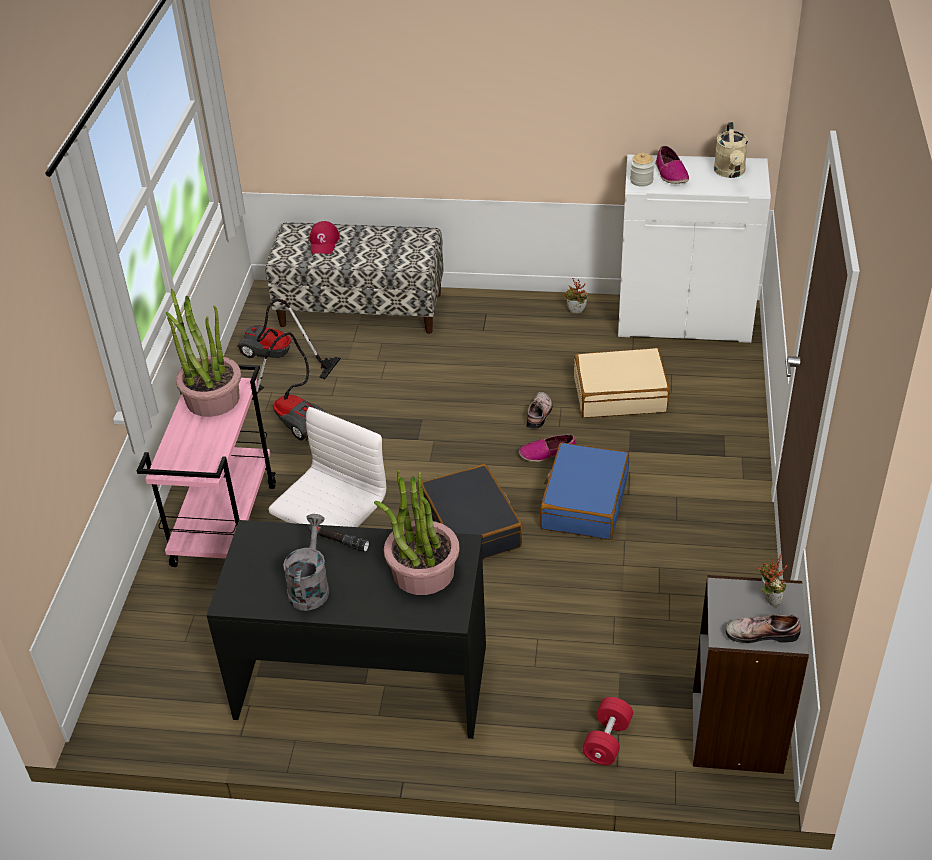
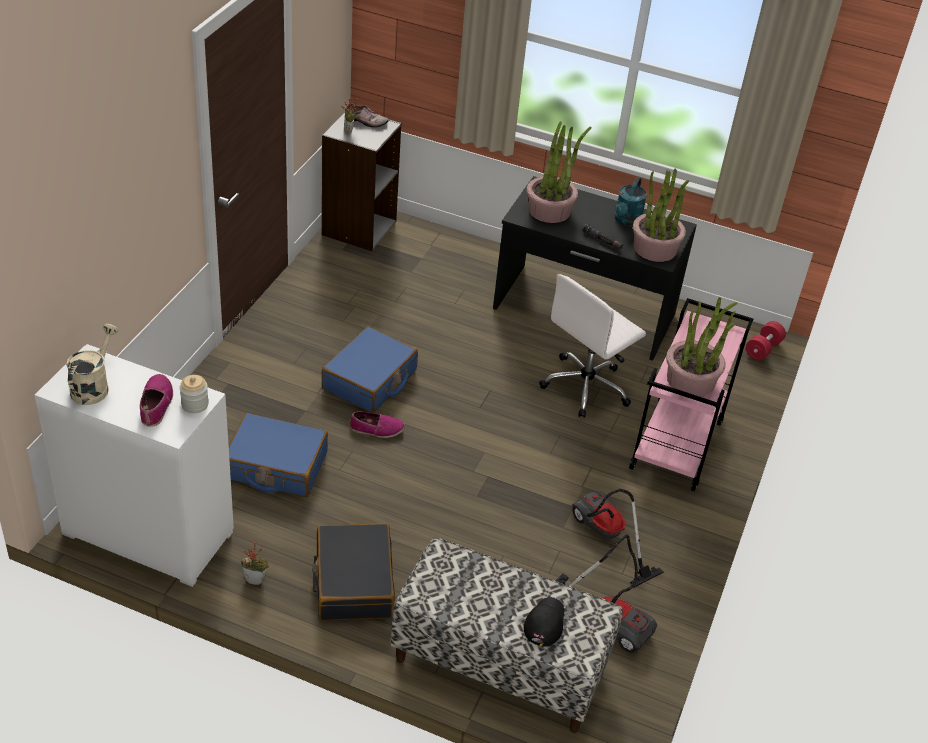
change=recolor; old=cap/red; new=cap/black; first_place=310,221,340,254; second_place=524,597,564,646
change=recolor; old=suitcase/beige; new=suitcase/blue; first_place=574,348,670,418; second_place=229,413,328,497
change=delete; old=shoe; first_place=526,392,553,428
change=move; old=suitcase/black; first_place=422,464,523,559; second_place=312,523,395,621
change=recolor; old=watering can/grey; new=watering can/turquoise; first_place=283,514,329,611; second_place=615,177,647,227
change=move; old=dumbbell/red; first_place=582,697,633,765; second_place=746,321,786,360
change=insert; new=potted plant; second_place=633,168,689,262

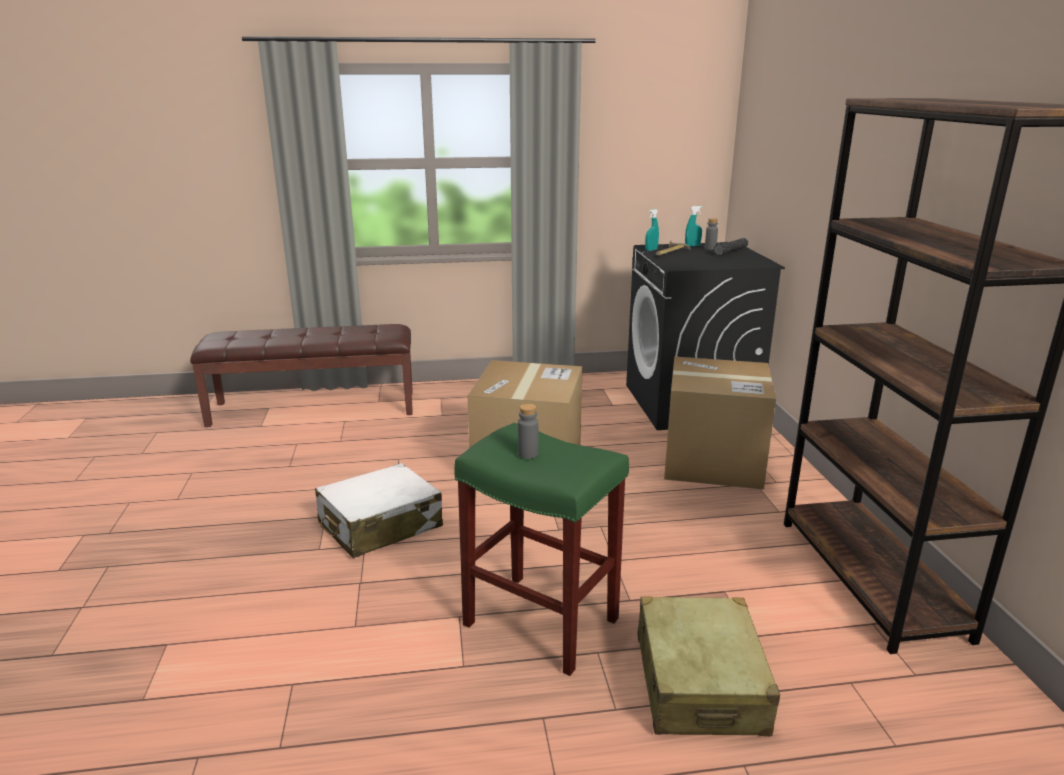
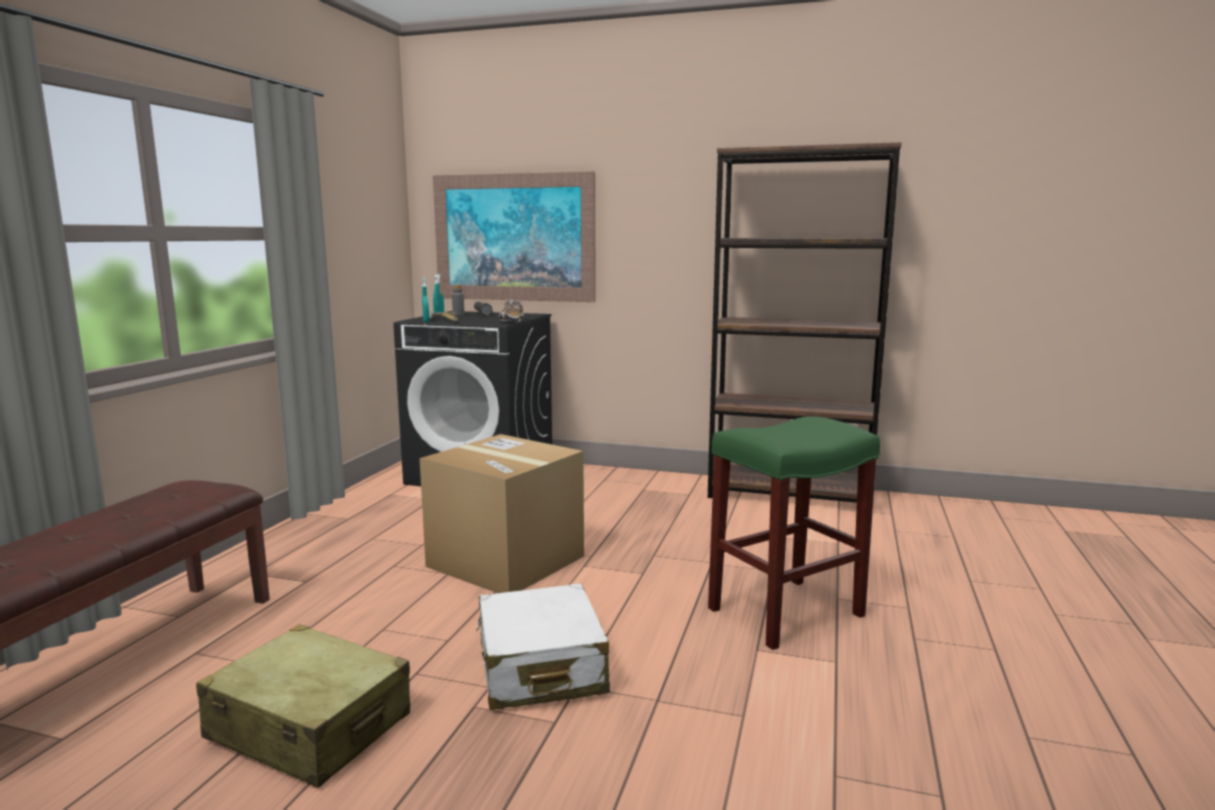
change=delete; old=cardboard box; first_place=664,357,776,489
change=delete; old=bottle/grey; first_place=518,404,538,459
change=move; old=suitcase/beige; first_place=637,596,780,736; second_place=196,624,410,788
change=insert; new=picture; second_place=433,171,596,302
change=insert; new=shoe; second_place=499,299,524,322

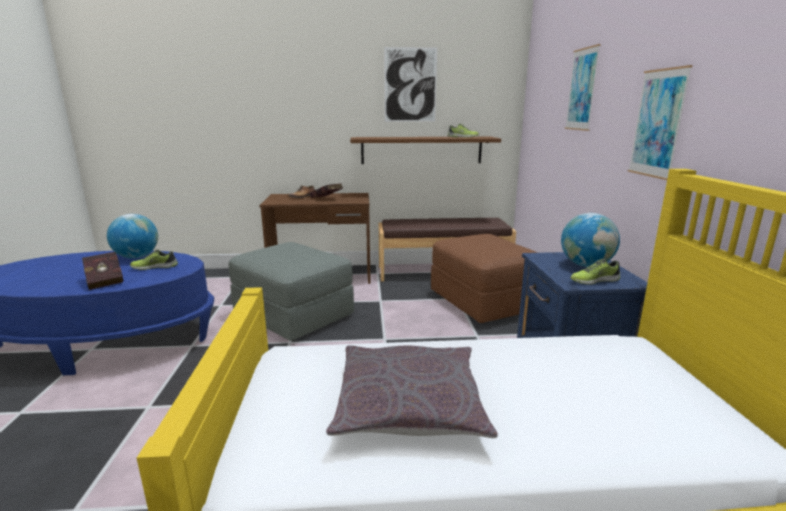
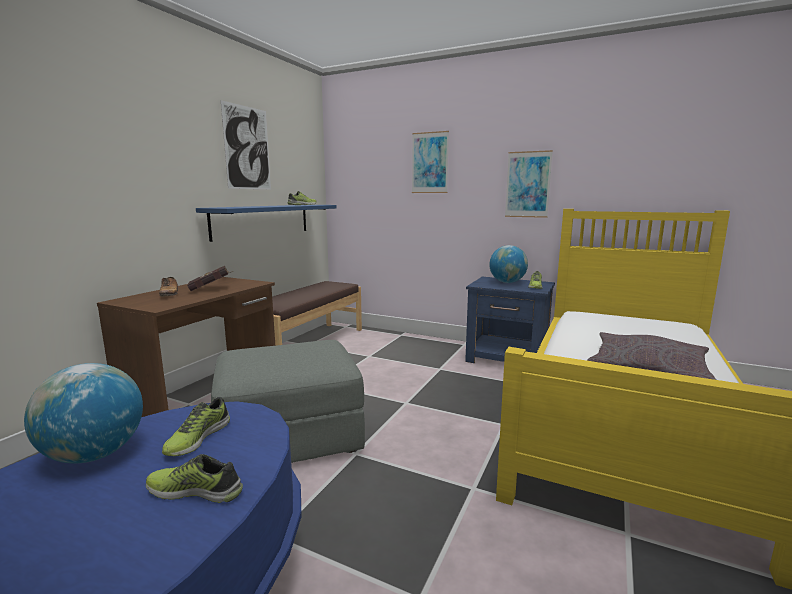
change=recolor; old=shelf/brown; new=shelf/blue; first_place=350,137,501,164; second_place=196,205,337,242
change=delete; old=ottoman/brown; first_place=431,234,538,323
change=replace; old=book/red; new=shoe; first_place=82,252,123,290; second_place=146,454,243,503

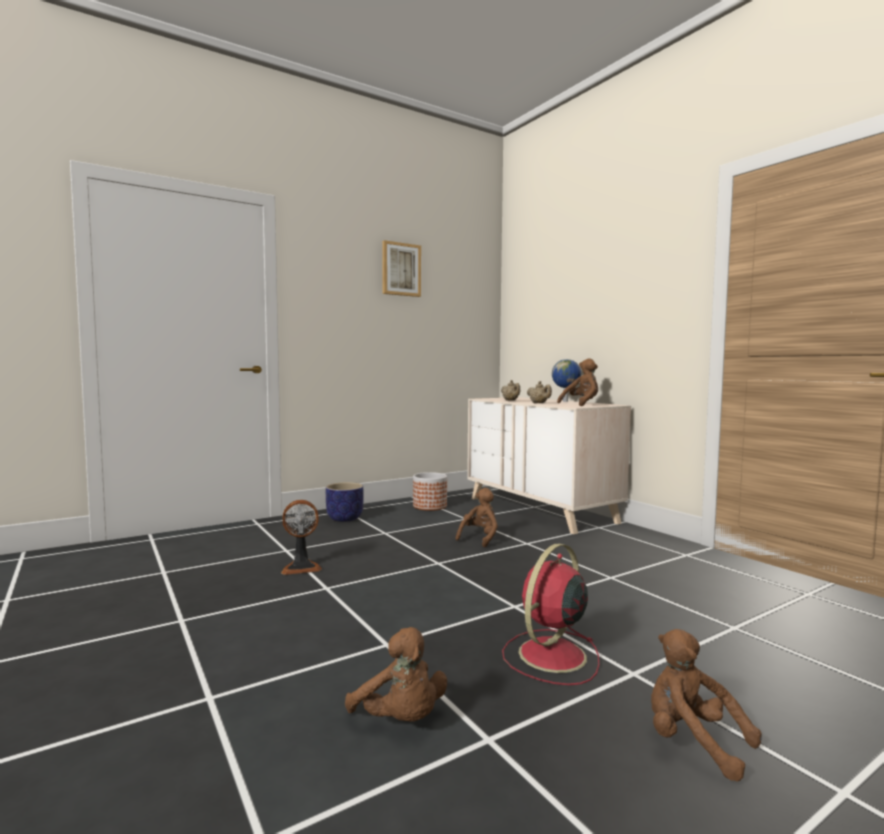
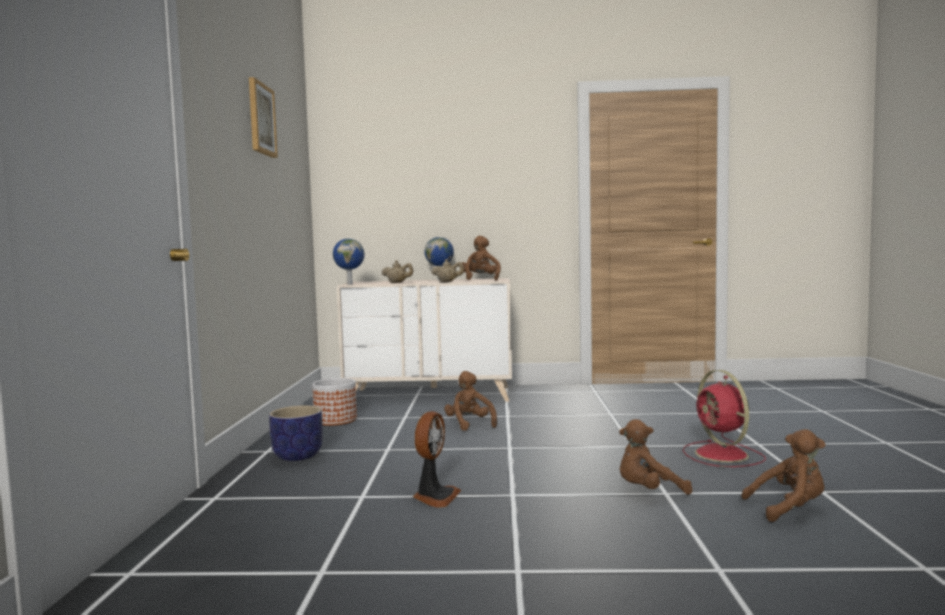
change=move; old=plush toy/brown; first_place=651,629,762,782; second_place=619,419,692,495
change=insert; new=globe; second_place=333,238,365,285

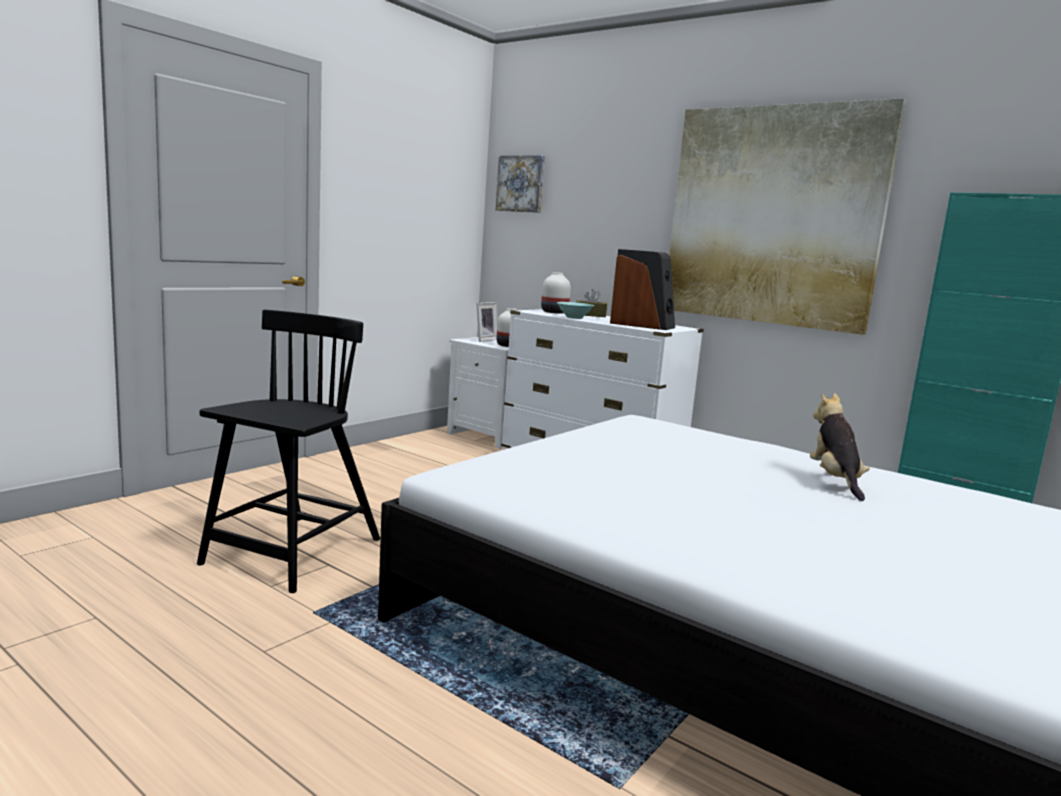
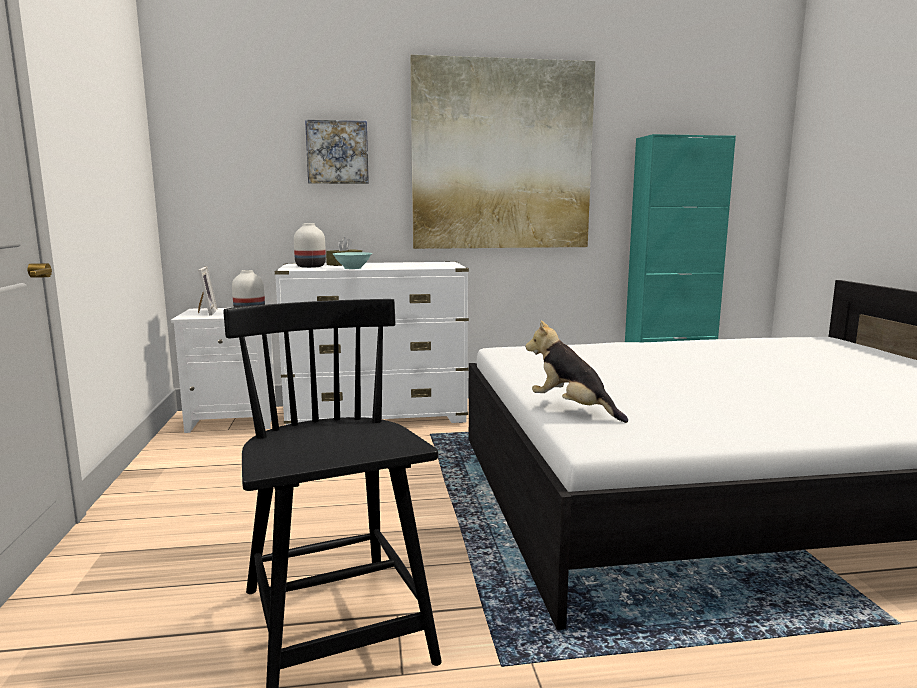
change=move; old=picture; first_place=496,155,545,213; second_place=305,120,369,184
change=delete; old=speaker; first_place=610,249,675,330
change=move; old=plush toy; first_place=810,392,870,501; second_place=525,321,628,423

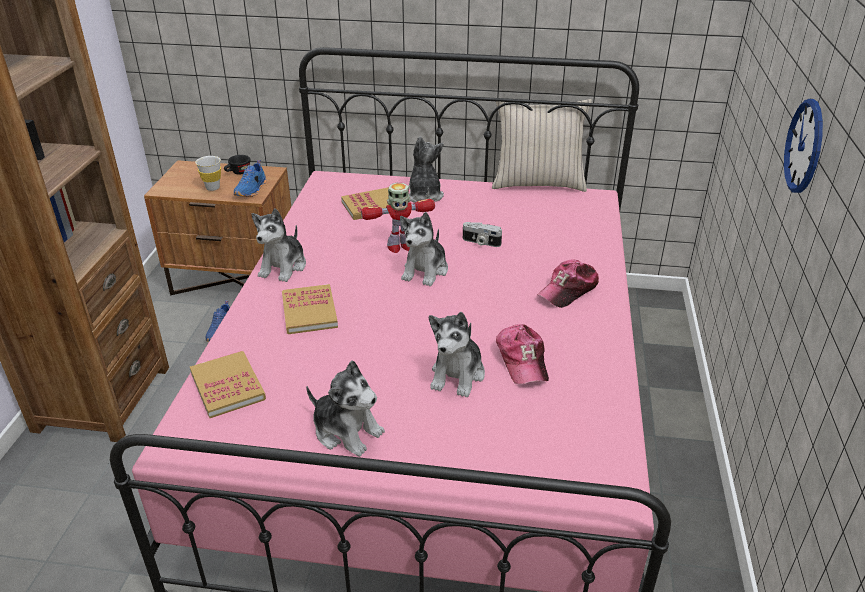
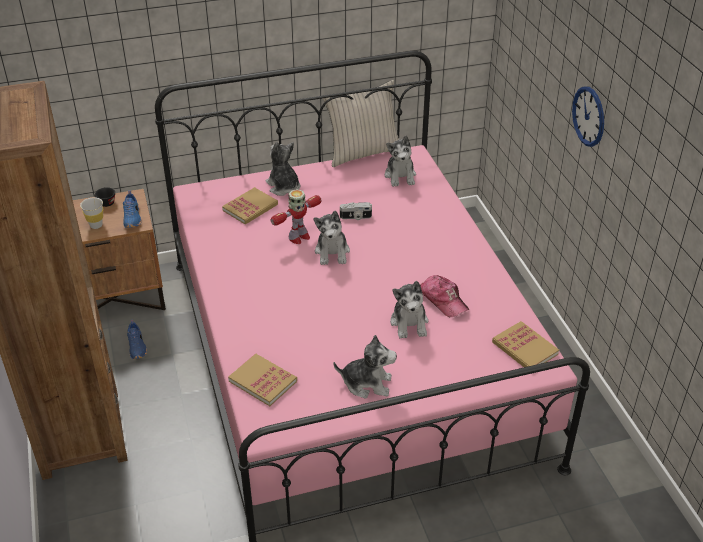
change=move; old=plush toy; first_place=251,208,306,282; second_place=385,136,416,187
change=delete; old=cap; first_place=537,260,599,308
change=move; old=book; first_place=282,284,338,334; second_place=492,321,559,367

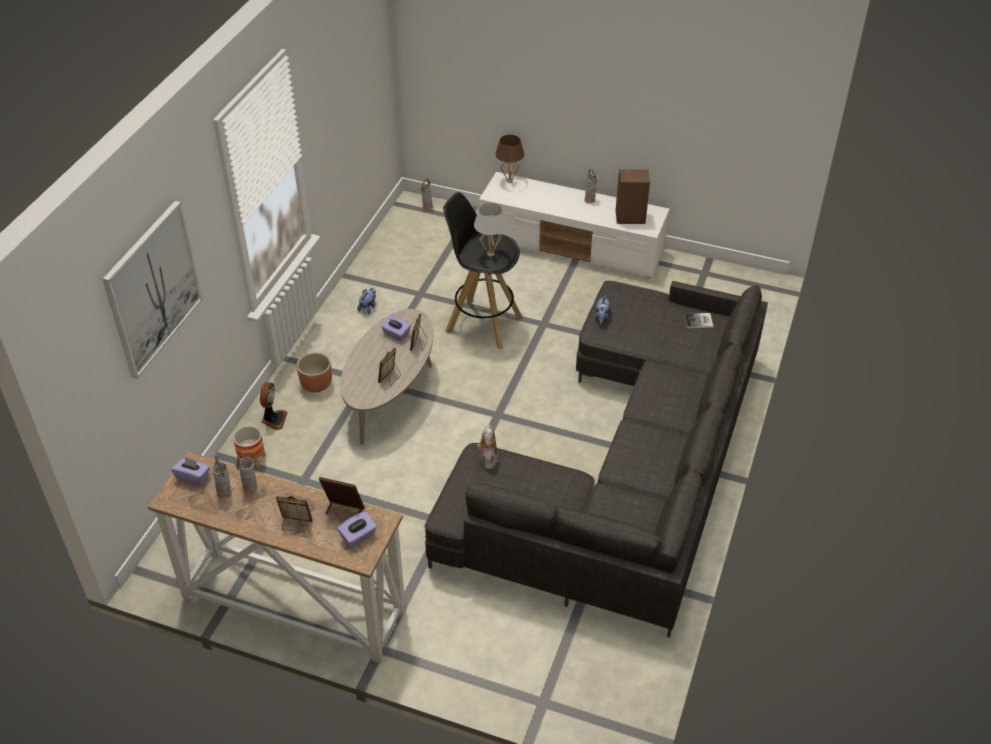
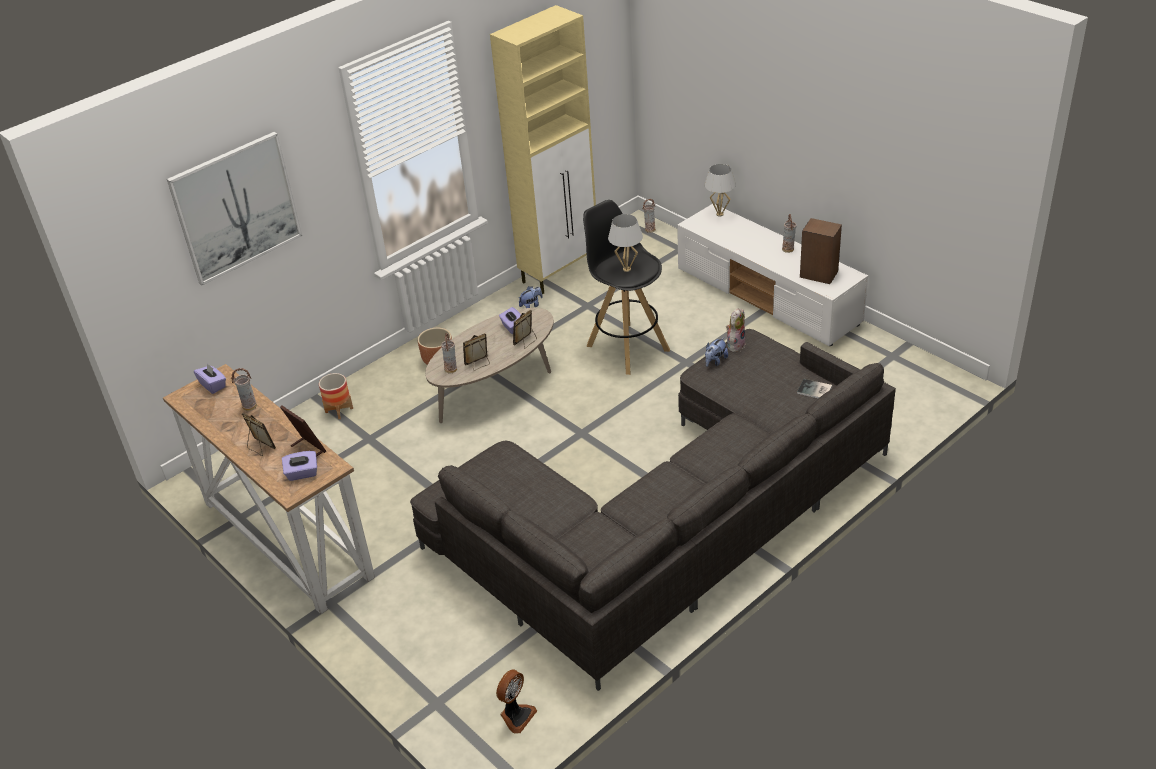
change=recolor; old=table lamp/brown; new=table lamp/white; first_place=495,135,525,183; second_place=705,164,736,216
change=move; old=fan; first_place=260,382,287,430; second_place=496,669,537,734
change=move; old=plush toy; first_place=477,424,498,469; second_place=726,308,746,352
change=move; old=vase; first_place=212,456,232,499; second_place=441,333,457,374
change=insert; new=cabinet/beige; second_place=490,5,596,294

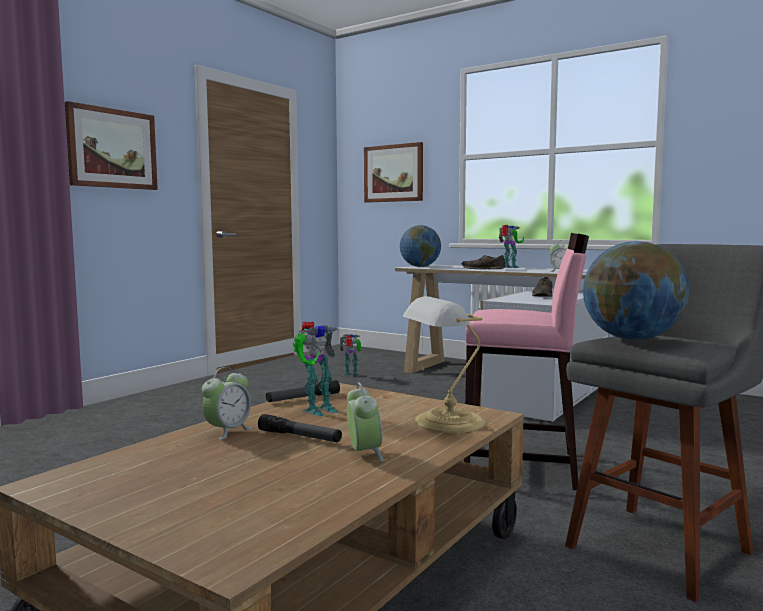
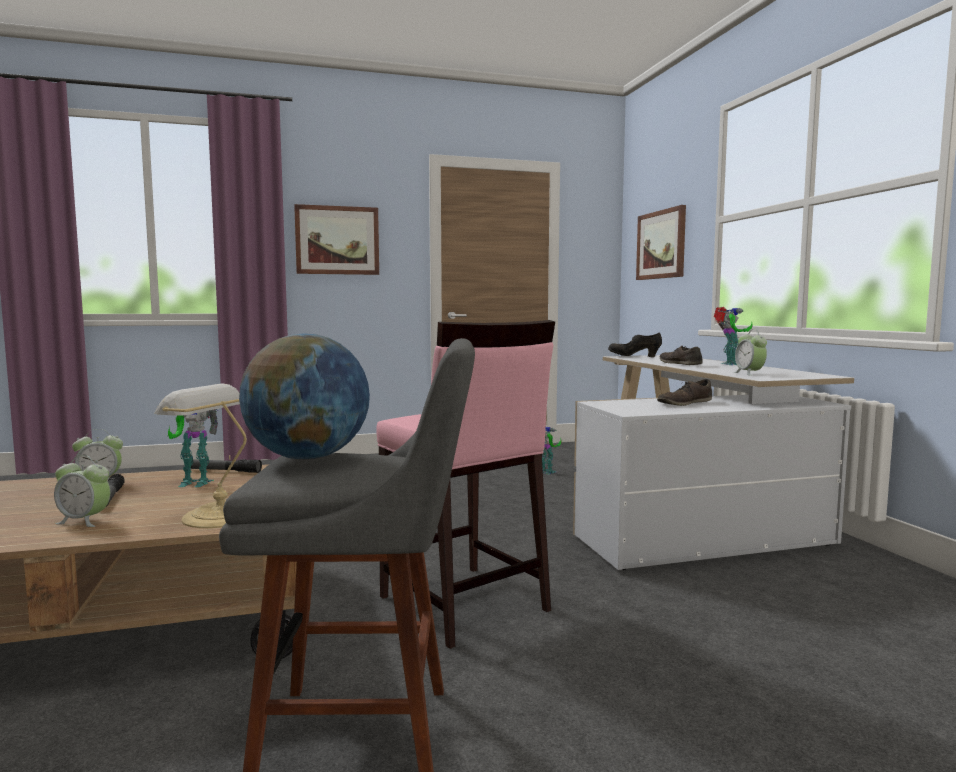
change=replace; old=globe; new=shoe/black; first_place=400,225,441,267; second_place=608,333,662,357
change=rotate; old=alarm clock; first_place=347,382,384,461; second_place=54,455,110,527; degrees=75

